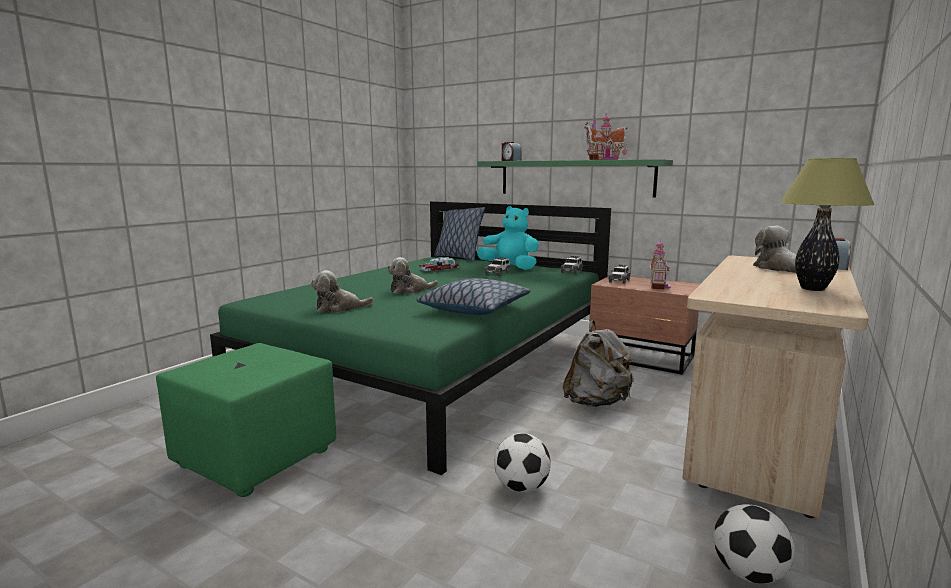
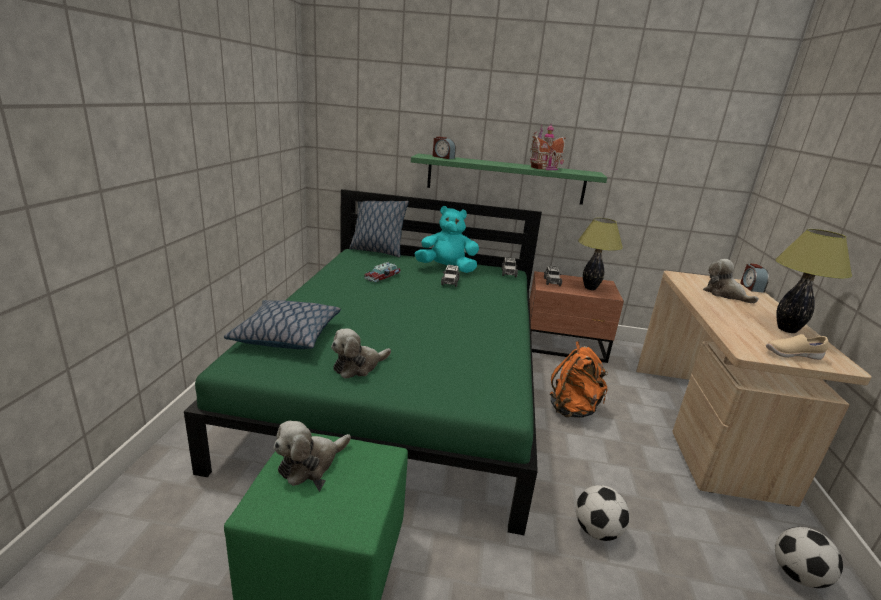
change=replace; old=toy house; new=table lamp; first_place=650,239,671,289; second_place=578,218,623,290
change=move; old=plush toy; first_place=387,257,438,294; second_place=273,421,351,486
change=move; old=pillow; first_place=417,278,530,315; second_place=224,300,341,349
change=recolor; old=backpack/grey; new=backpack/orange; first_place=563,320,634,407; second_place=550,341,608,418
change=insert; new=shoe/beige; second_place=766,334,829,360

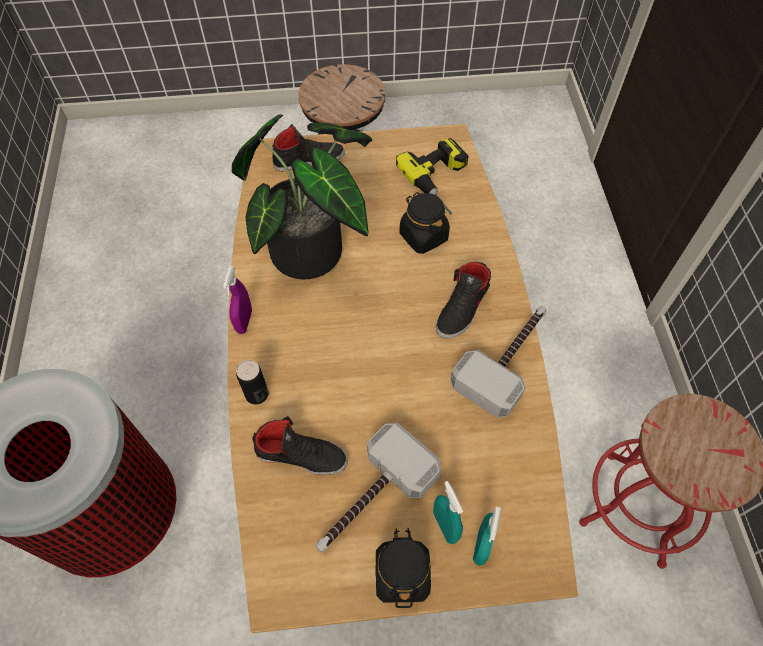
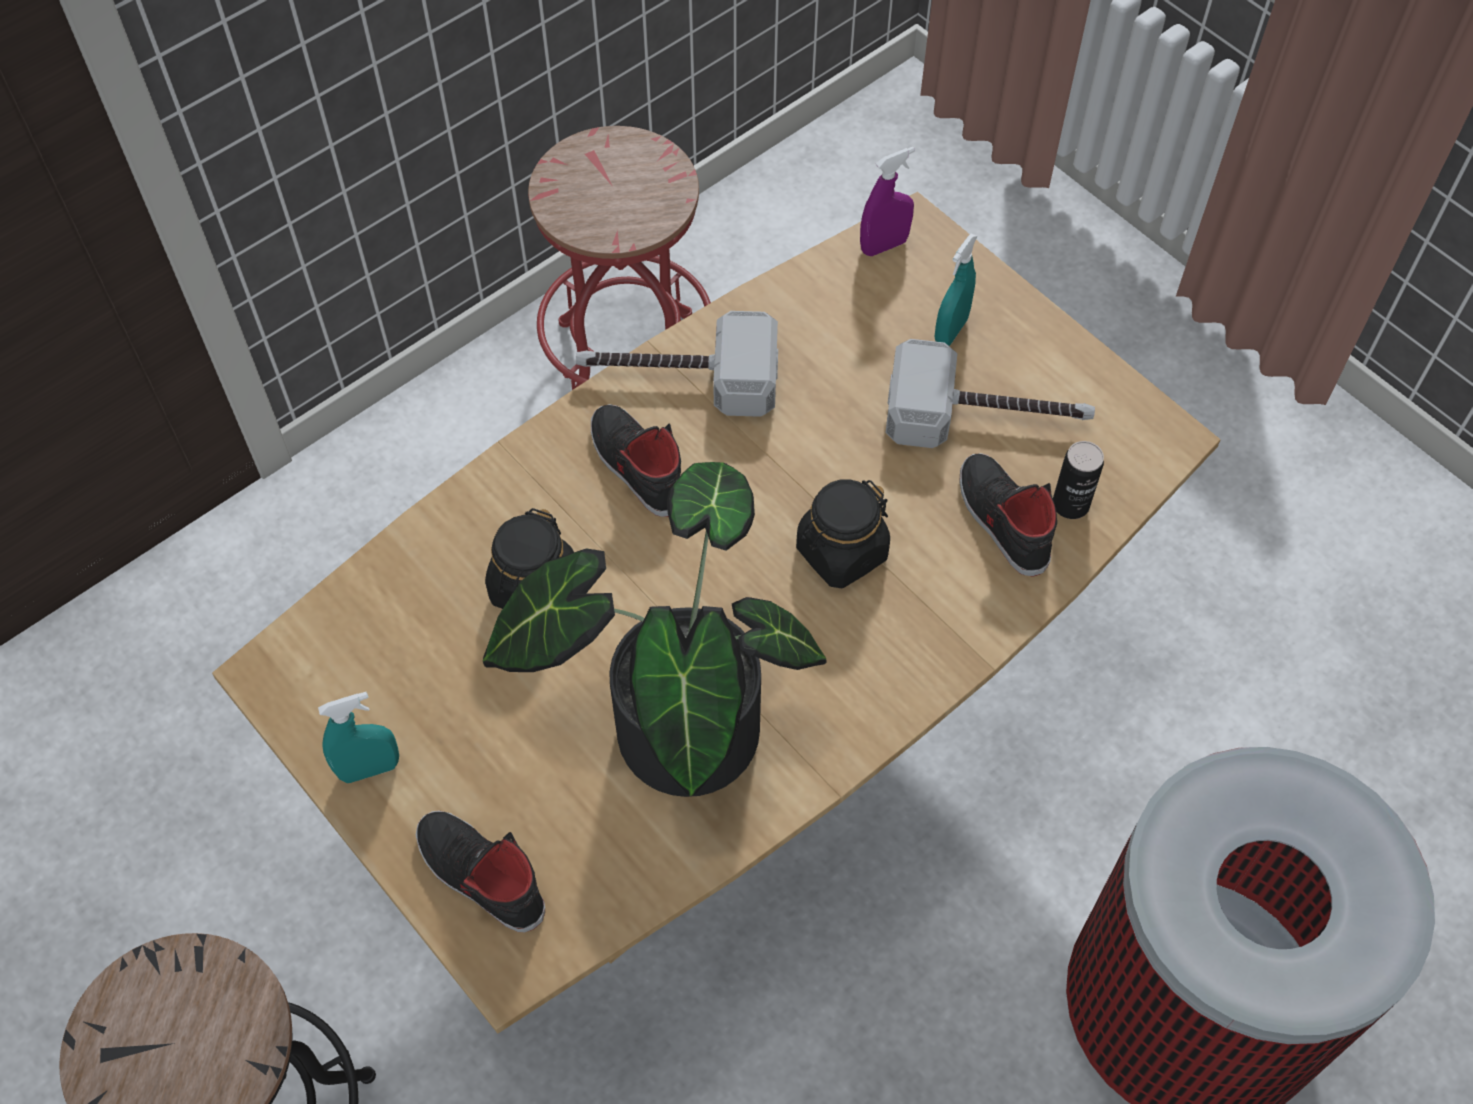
change=delete; old=power drill; first_place=396,138,469,214
change=rotate; old=shoe/black; first_place=436,262,491,339; second_place=591,404,681,517; degrees=-120
change=move; old=spray bottle/purple; first_place=223,266,252,334; second_place=860,147,915,256
change=move; old=can; first_place=236,360,269,404; second_place=1053,441,1104,519
change=move; old=spray bottle/turquoise; first_place=473,506,501,566; second_place=318,692,399,783
change=move; old=jar/black; first_place=376,528,431,608; second_place=796,479,890,588

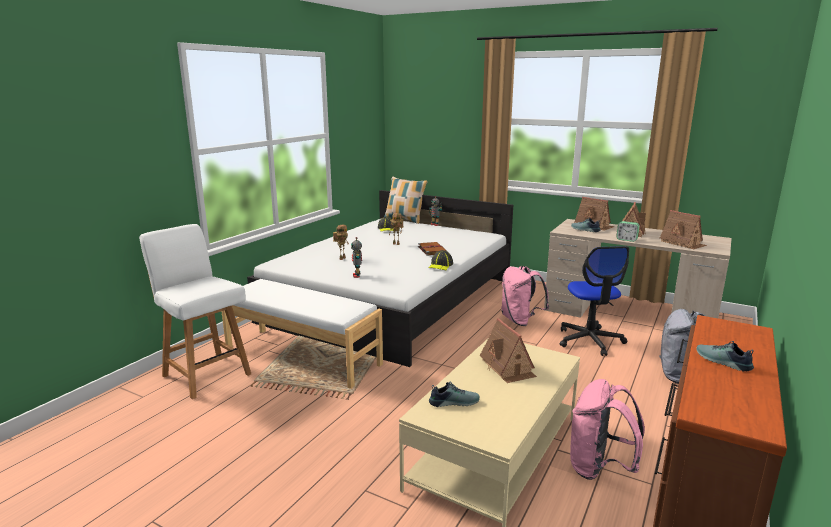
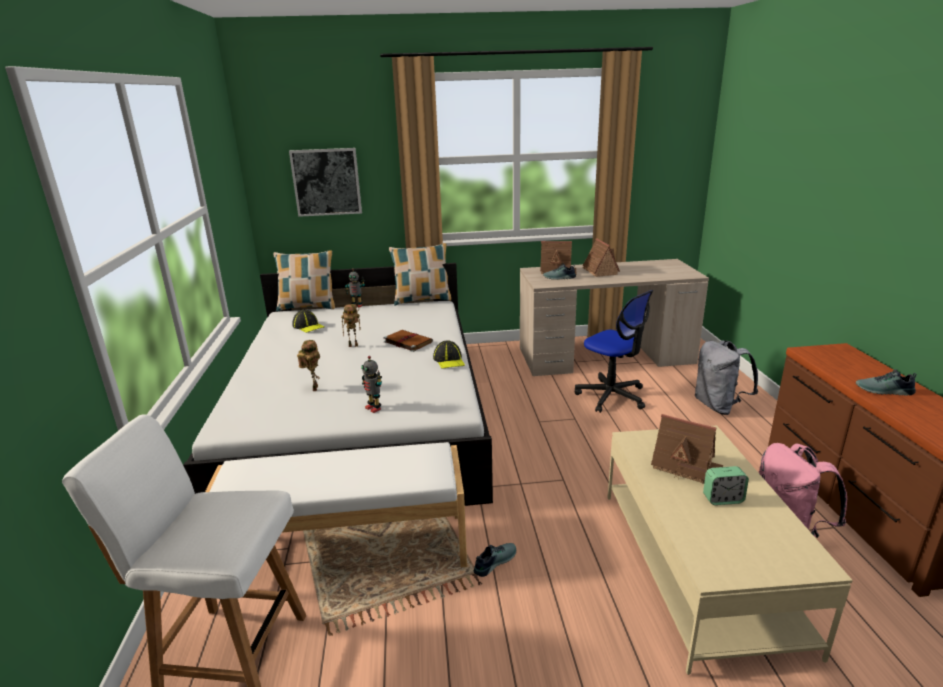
change=delete; old=toy house; first_place=660,210,707,249
change=move; old=alarm clock; first_place=616,221,640,242; second_place=703,466,749,505
change=delete; old=backpack/pink; first_place=502,266,549,326
change=move; old=shoe; first_place=429,381,480,407; second_place=474,543,517,577
change=insert; new=picture; second_place=289,148,362,217
change=insert; new=pillow; second_place=389,243,451,306

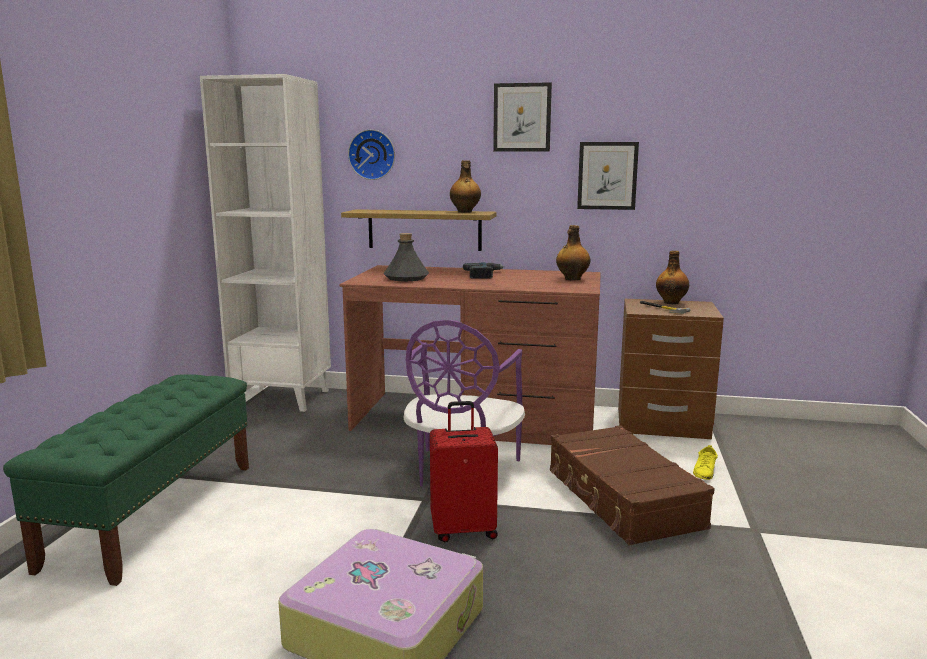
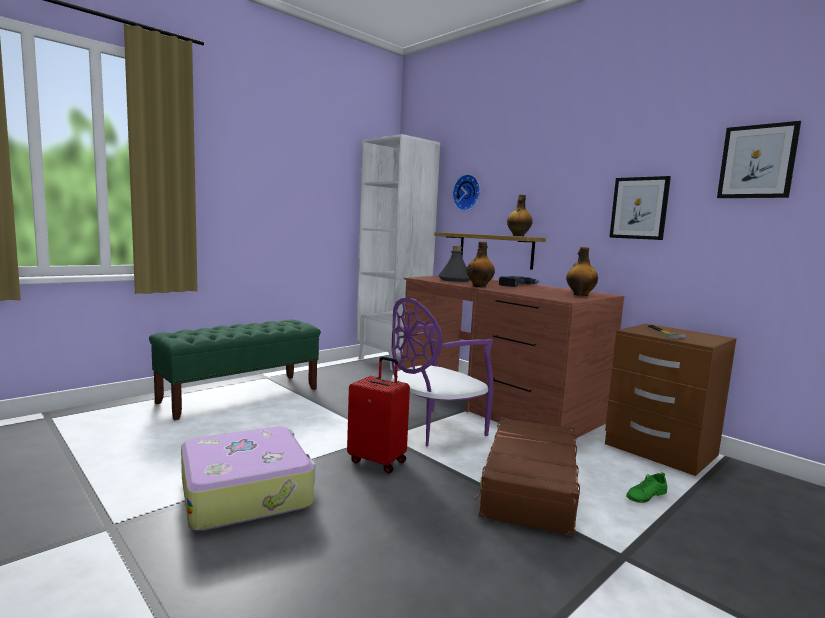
change=move; old=picture; first_place=493,82,552,152; second_place=717,121,801,198
change=move; old=bottle; first_place=656,251,689,304; second_place=467,241,495,287
change=recolor; old=shoe/yellow; new=shoe/green; first_place=693,445,718,480; second_place=626,472,667,503

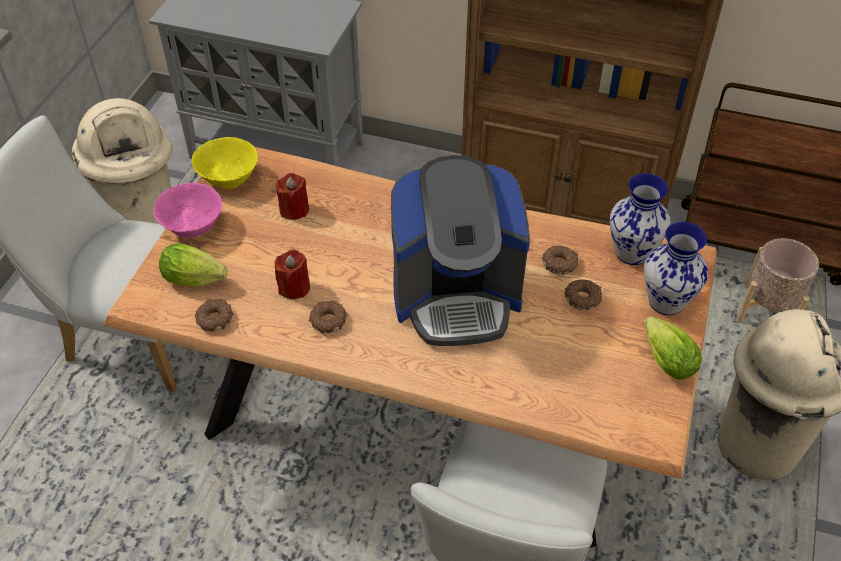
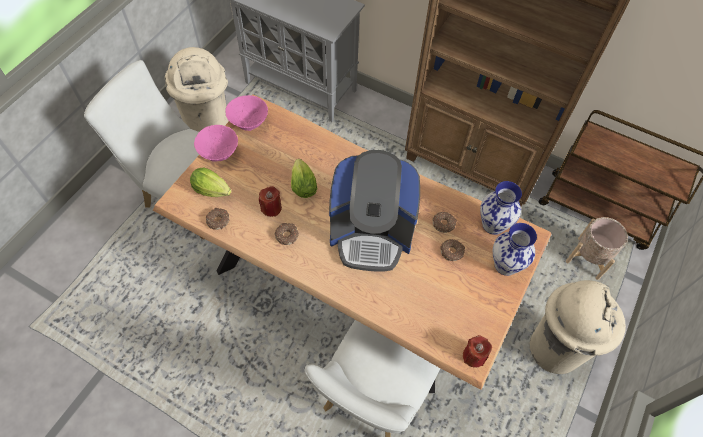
change=recolor; old=bowl/yellow; new=bowl/pink; first_place=192,137,258,189; second_place=226,95,268,131
change=move; old=candle/red; first_place=276,173,309,220; second_place=463,335,492,368
change=move; old=lettuce; first_place=644,316,702,380; second_place=291,159,317,198

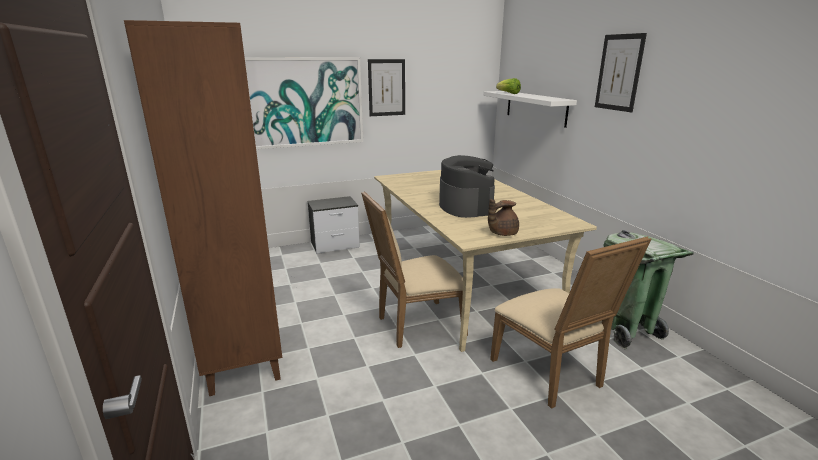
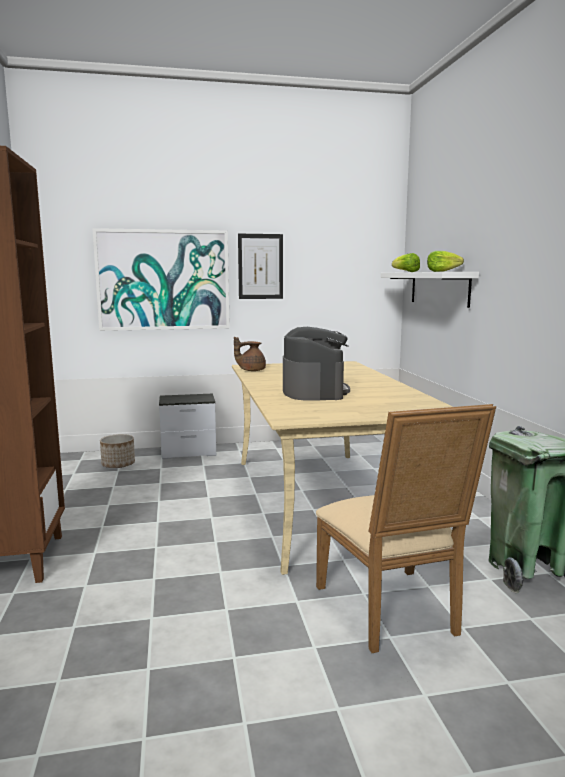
change=delete; old=picture; first_place=595,33,647,112
change=delete; old=chair/beige; first_place=361,191,468,348
change=move; old=teapot/brown; first_place=488,199,519,236; second_place=234,337,266,371
change=insert; new=lettuce; second_place=427,251,464,272
change=insert; new=planter; second_place=100,434,135,468

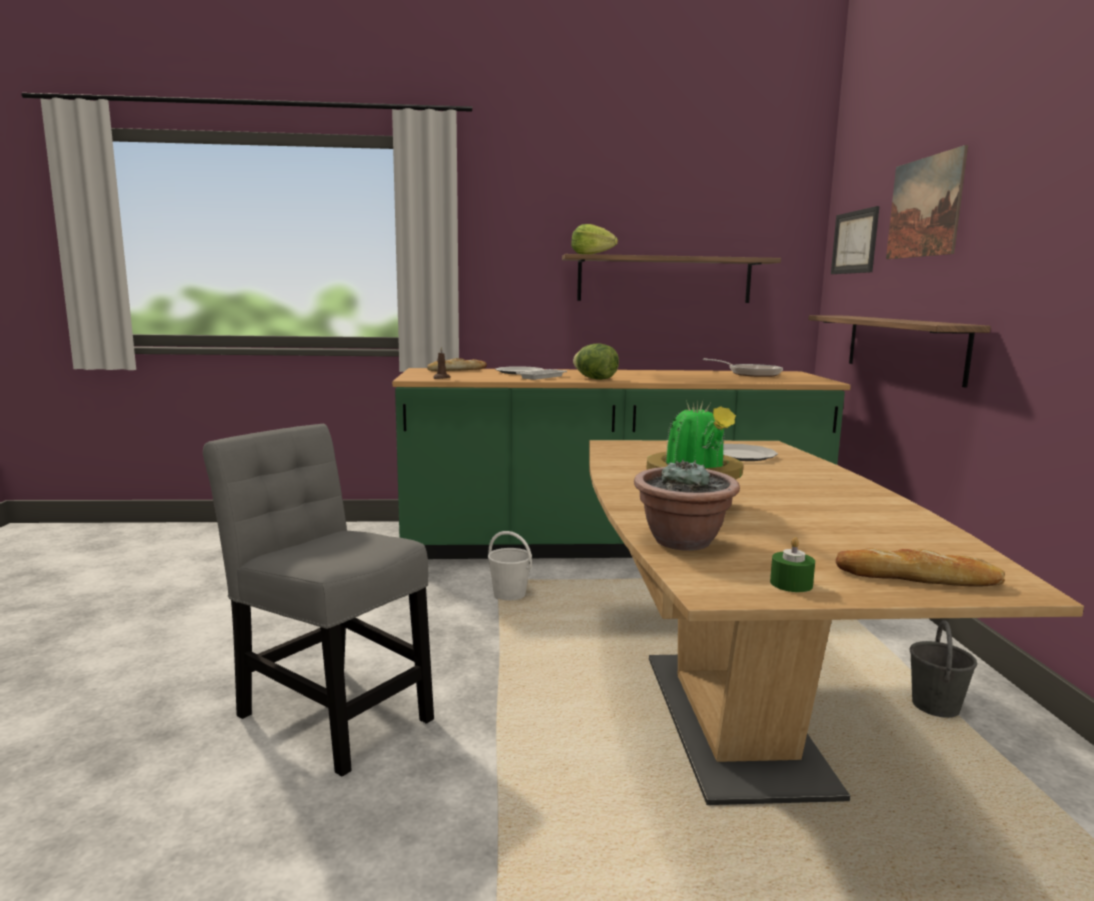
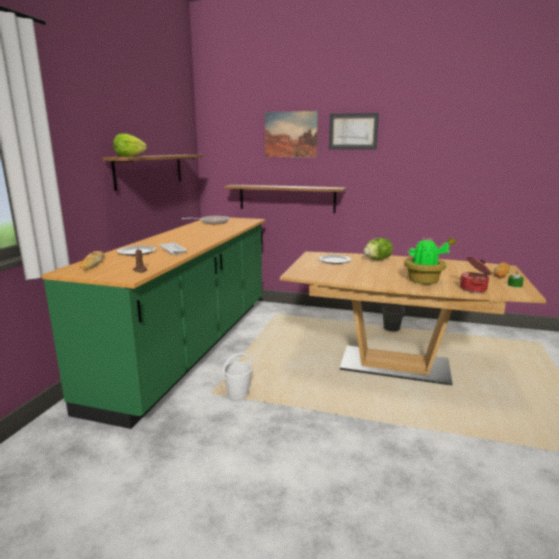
change=move; old=picture; first_place=831,206,880,274; second_place=329,113,379,149
change=move; old=lettuce; first_place=573,343,619,380; second_place=364,238,393,260
change=delete; old=chair/grey; first_place=203,424,434,776
change=replace; old=potted plant; new=cooking pot; first_place=634,459,740,551; second_place=460,257,491,293

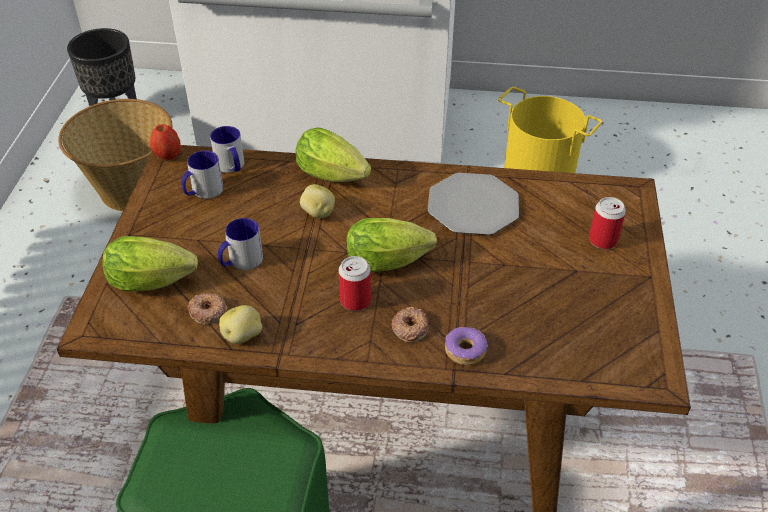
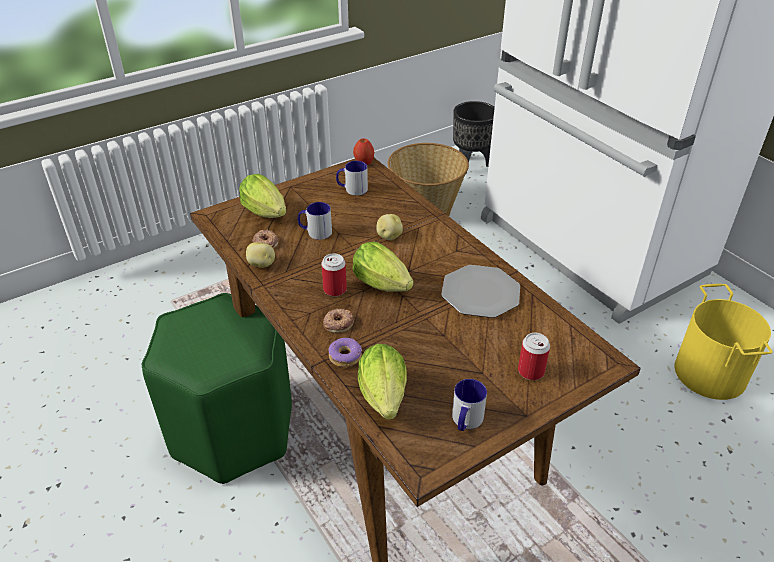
change=move; old=mug; first_place=210,126,244,173; second_place=452,379,487,431
change=move; old=lettuce; first_place=296,127,371,182; second_place=358,344,407,420

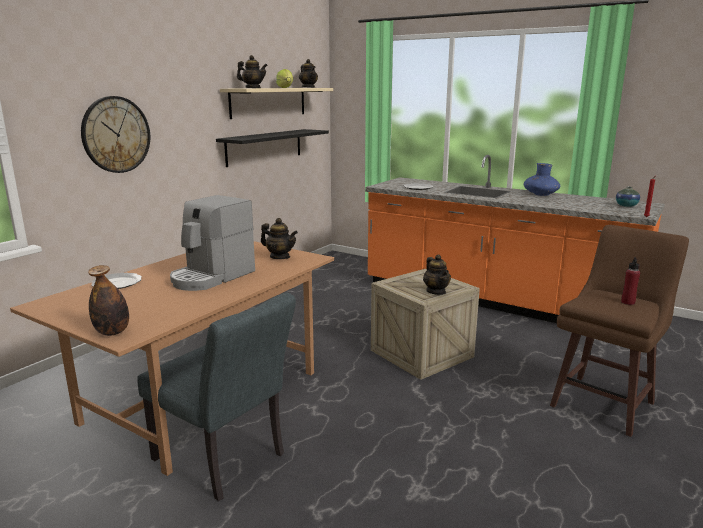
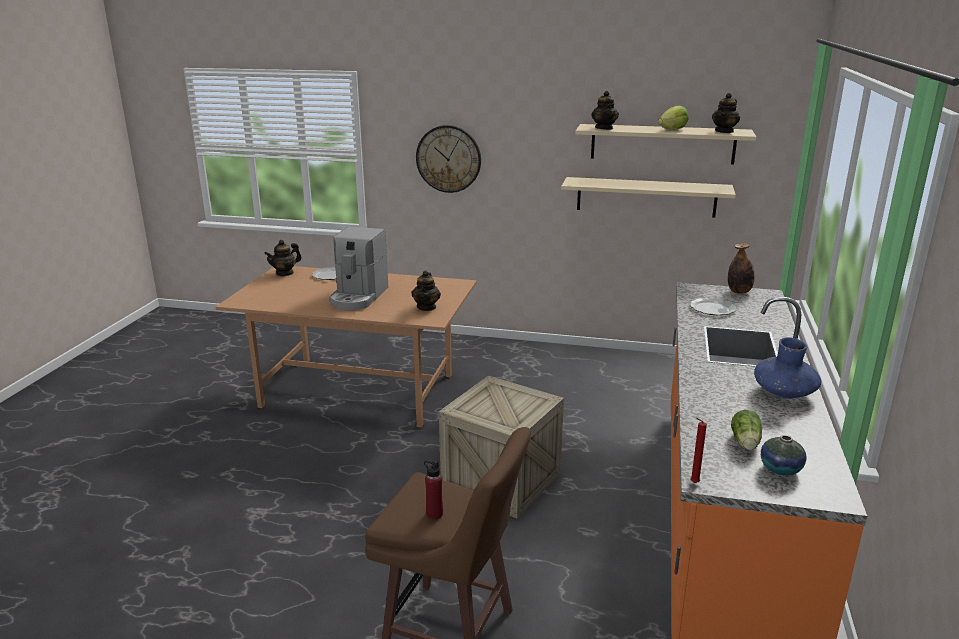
change=recolor; old=shelf/black; new=shelf/beige; first_place=216,129,329,167; second_place=561,177,736,218
change=rotate; old=coffee machine; first_place=170,195,255,291; second_place=329,227,388,310; degrees=-90
change=move; old=teapot; first_place=423,254,451,295; second_place=264,240,302,276
change=move; old=bottle; first_place=88,265,129,336; second_place=728,243,755,294
change=delete; old=chair/grey; first_place=137,292,296,501
change=insert; new=lettuce; second_place=731,410,762,450

